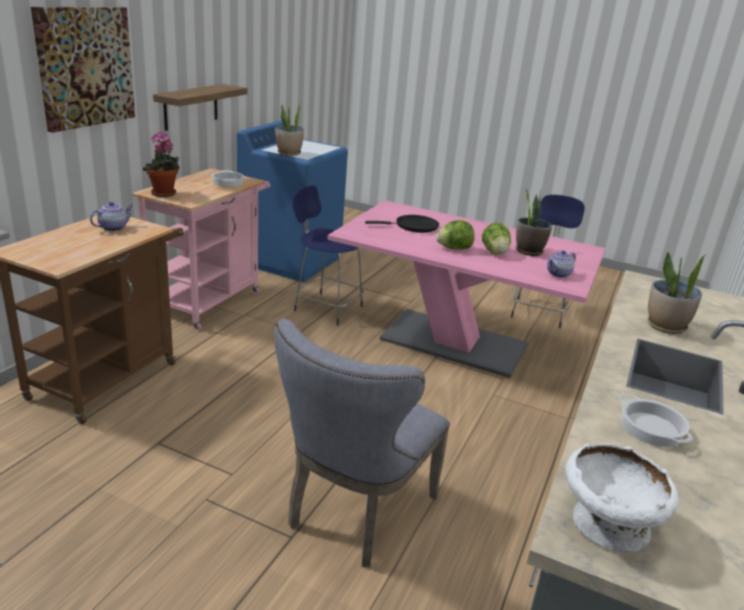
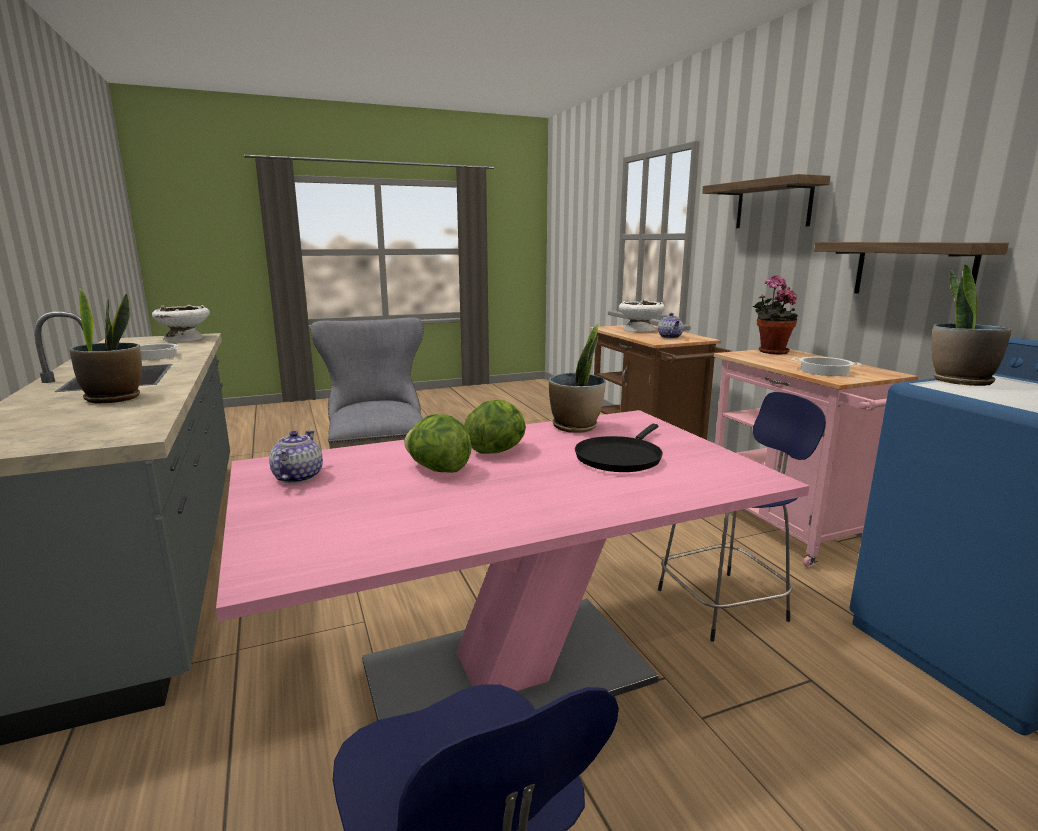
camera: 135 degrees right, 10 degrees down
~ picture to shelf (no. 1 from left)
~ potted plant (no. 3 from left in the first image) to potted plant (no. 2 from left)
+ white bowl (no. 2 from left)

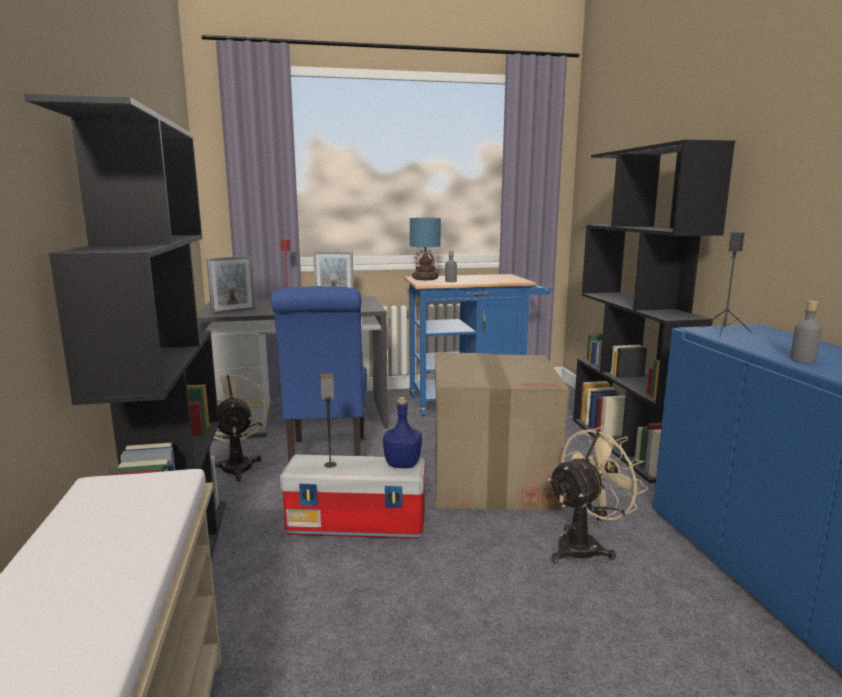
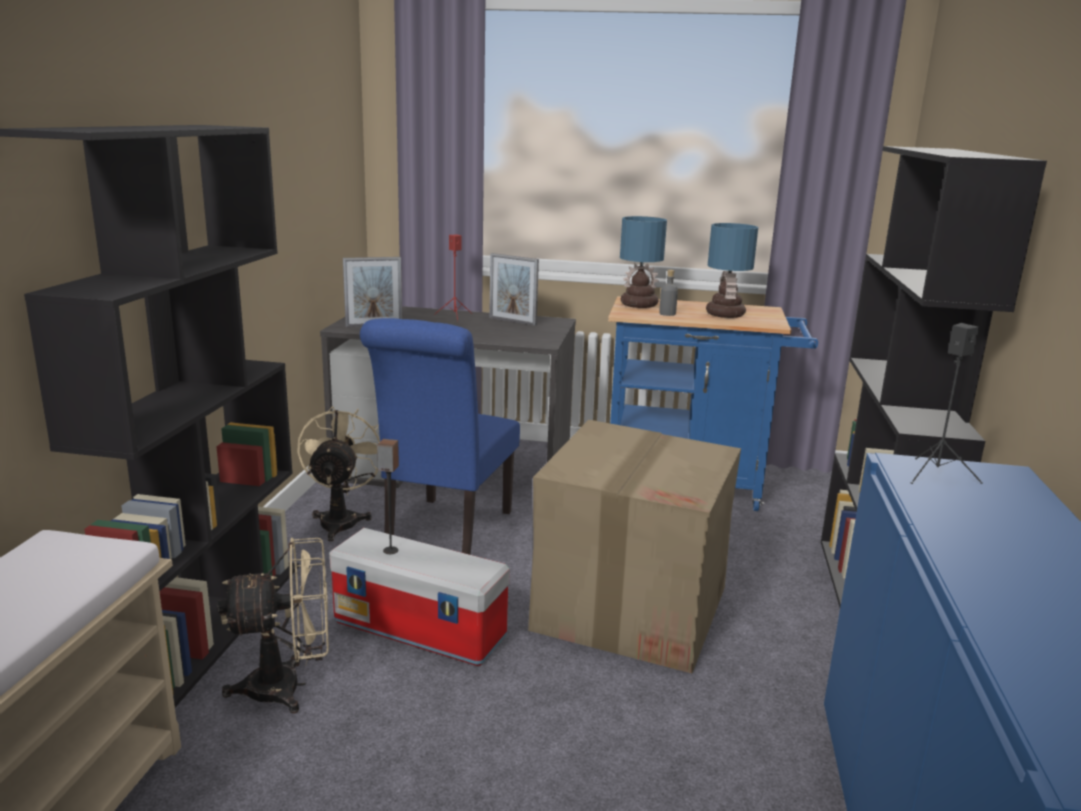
camera: 20 degrees right, 5 degrees up
- blue bottle
~ beige fan (no. 2 from left in the first image) to beige fan (no. 1 from left)
- grey bottle (no. 2 from left)
+ table lamp (no. 2 from left)

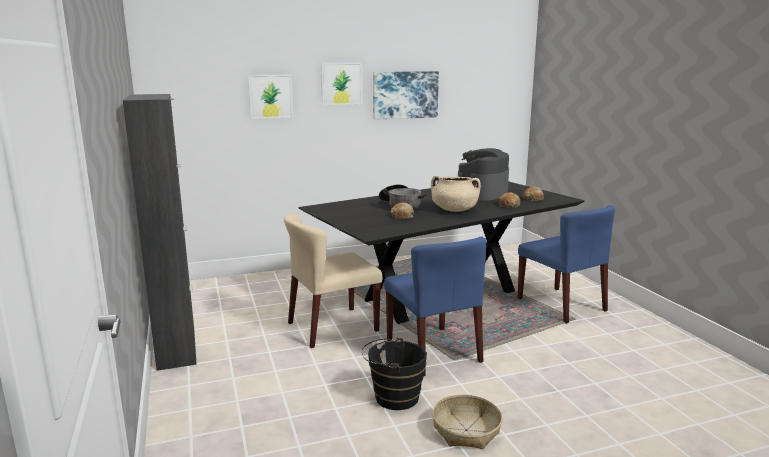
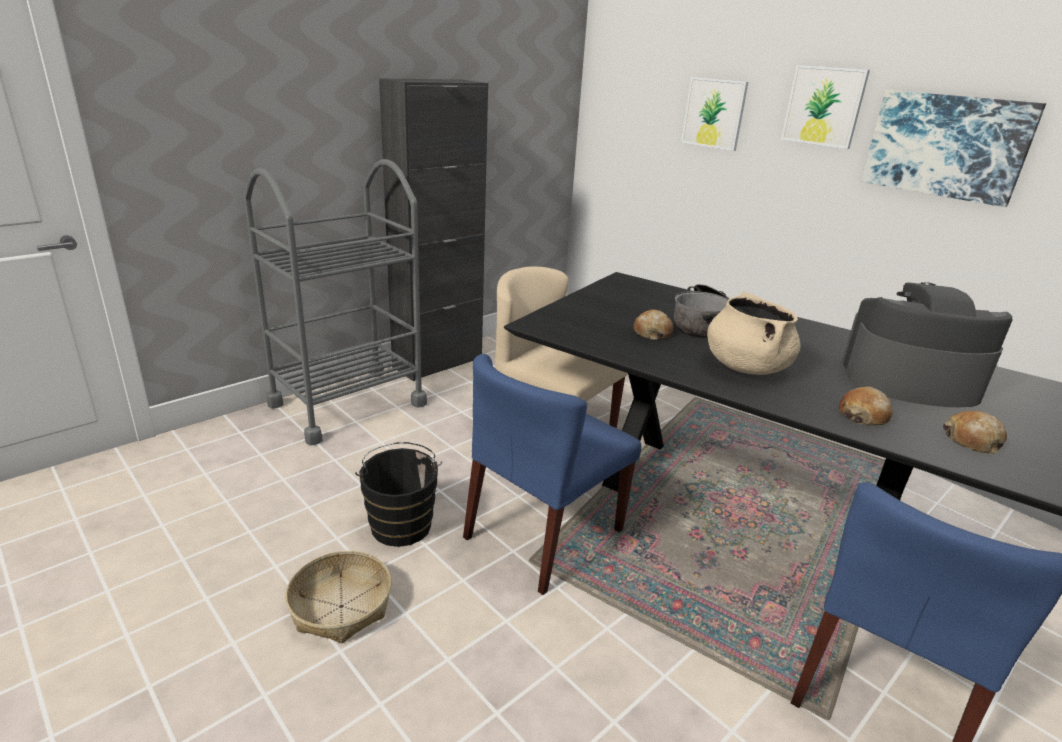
camera: 65 degrees right, 10 degrees up
+ grey cart

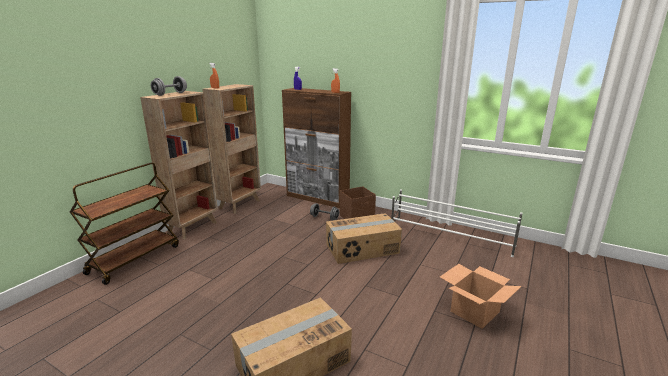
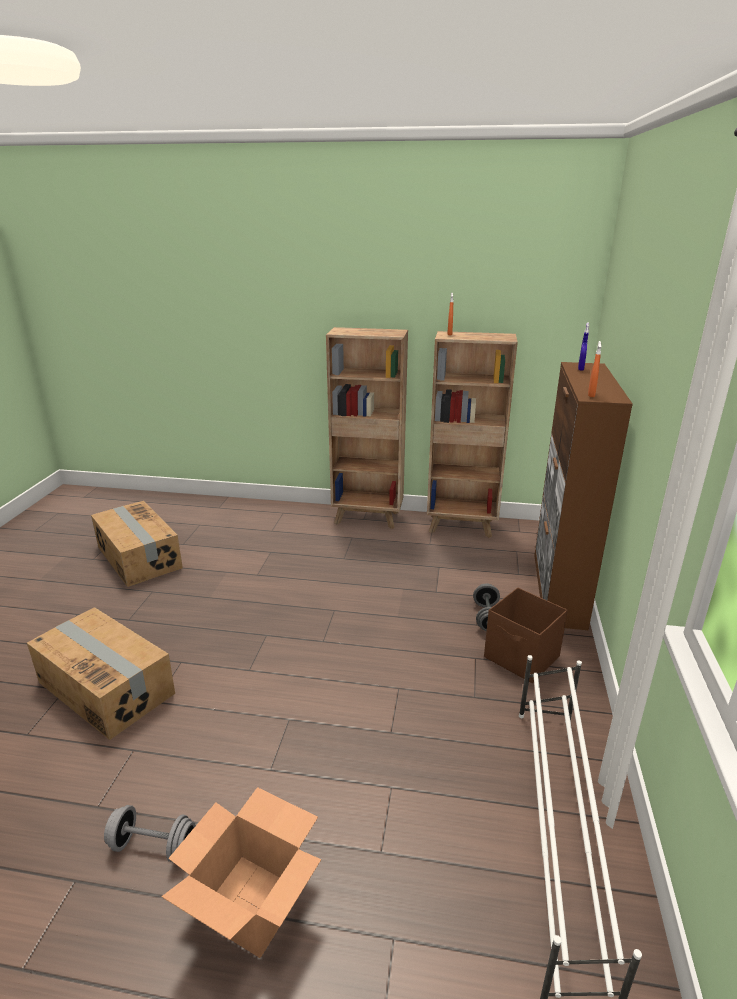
camera: 70 degrees right, 5 degrees up
- brown cart
~ grey dumbbell (no. 1 from left)
~ cardboard box (no. 2 from left)

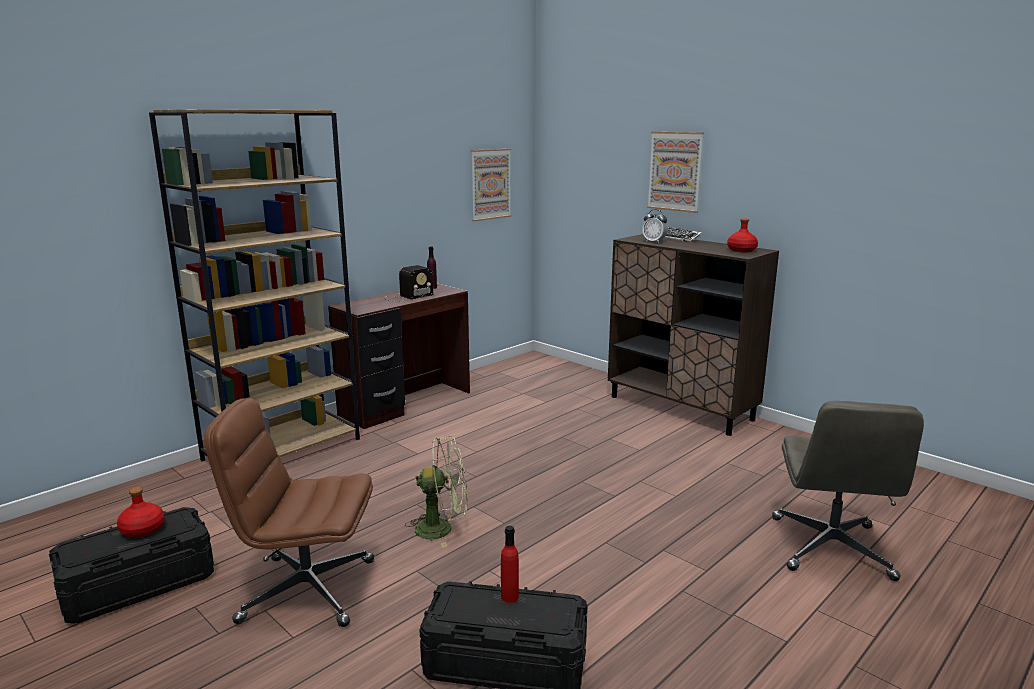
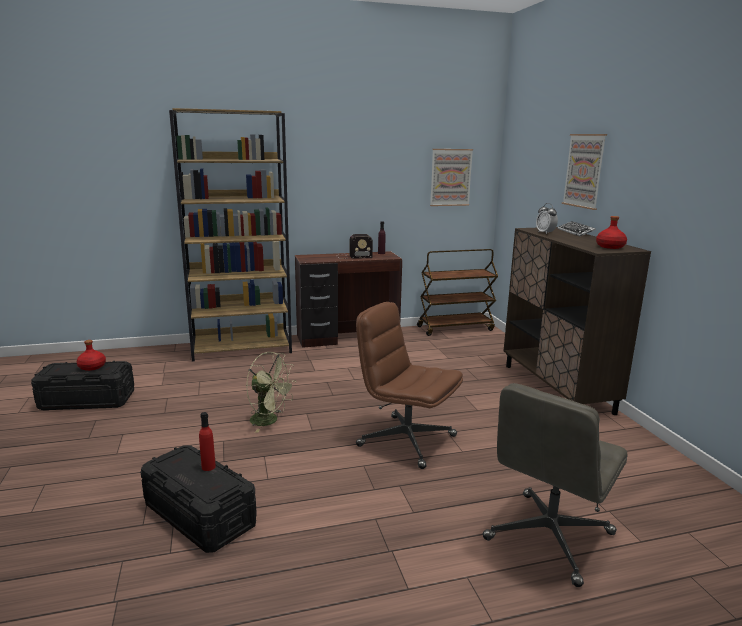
camera: 30 degrees right, 0 degrees up
~ brown office chair
+ brown cart

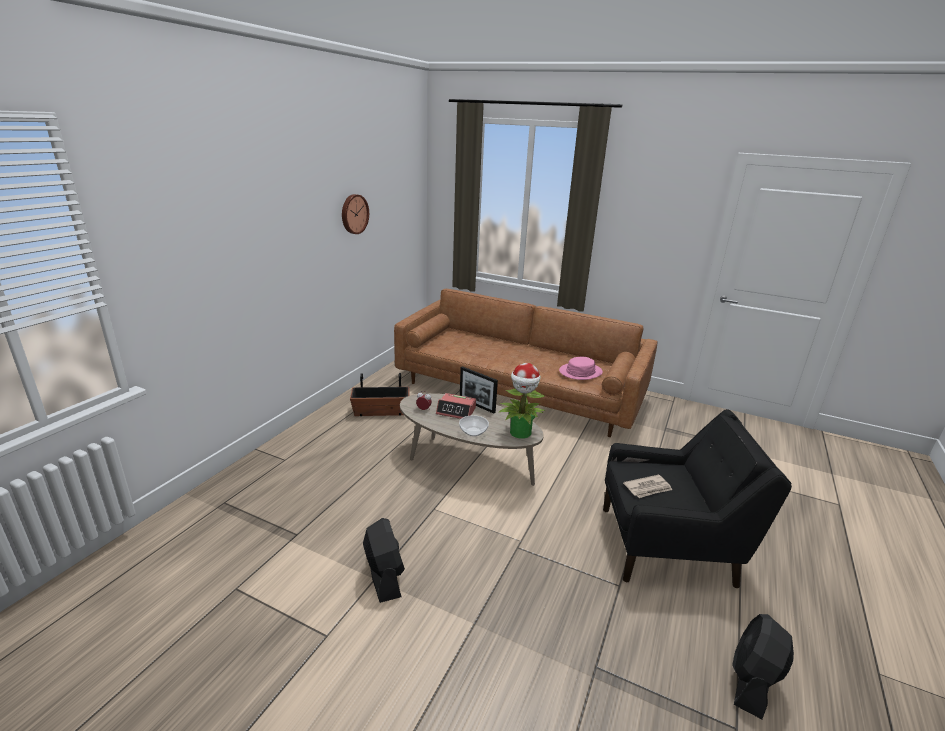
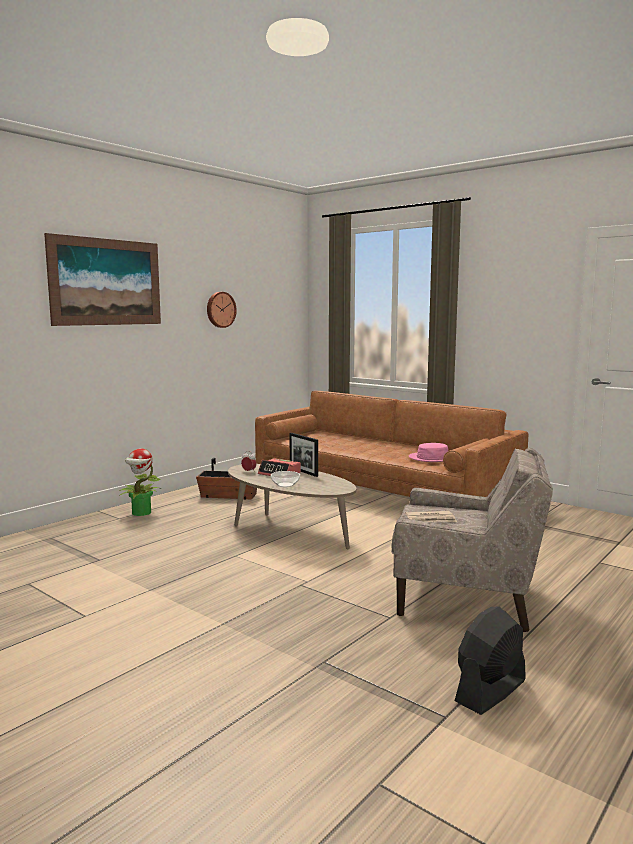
camera: 15 degrees right, 15 degrees down
- black fan (no. 1 from left)
~ potted plant
~ black armchair to beige armchair
+ picture

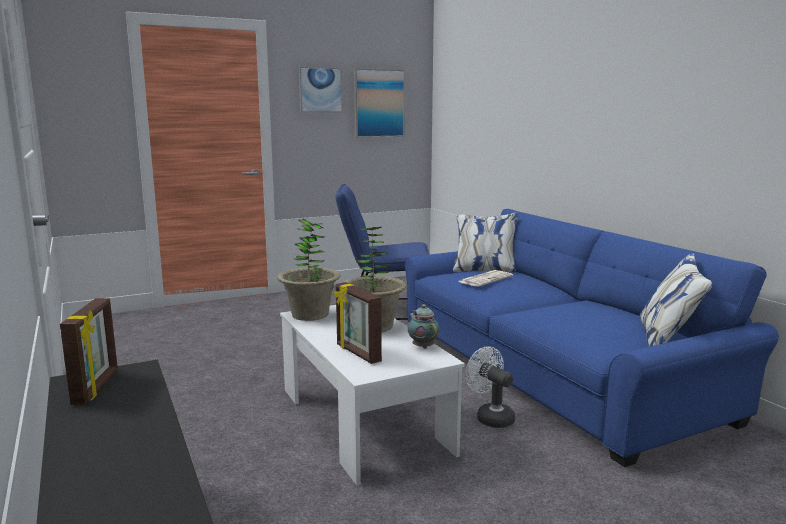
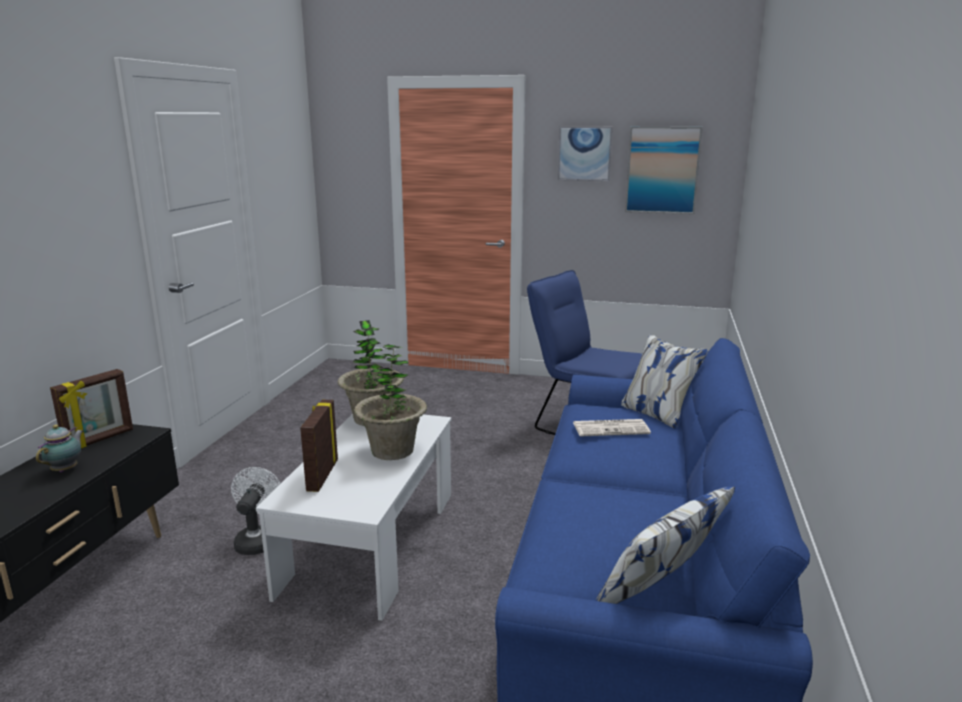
camera: 40 degrees right, 5 degrees up
~ teapot
~ white fan

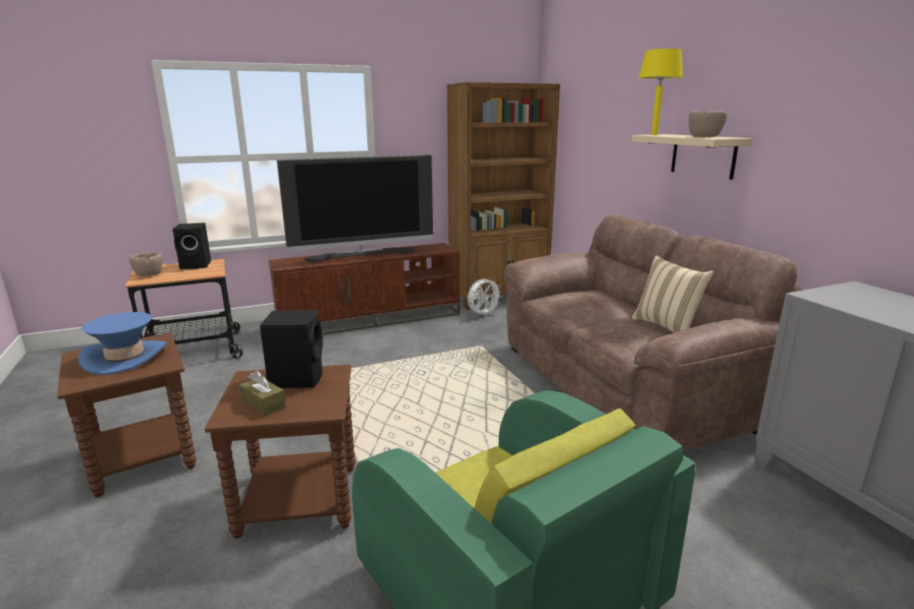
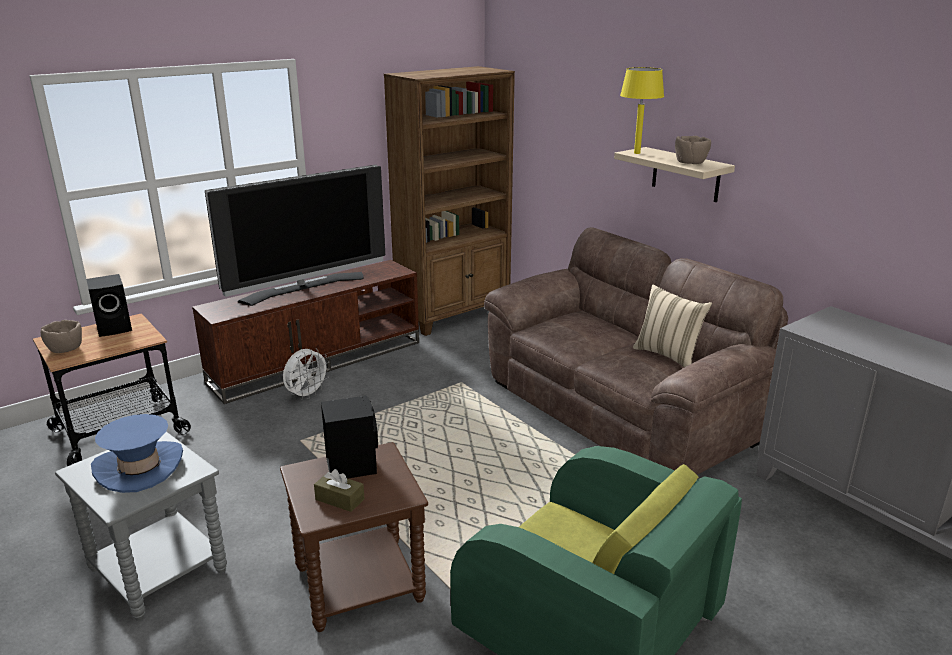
camera: 15 degrees left, 5 degrees up
~ brown side table (no. 1 from left) to grey side table
~ white fan

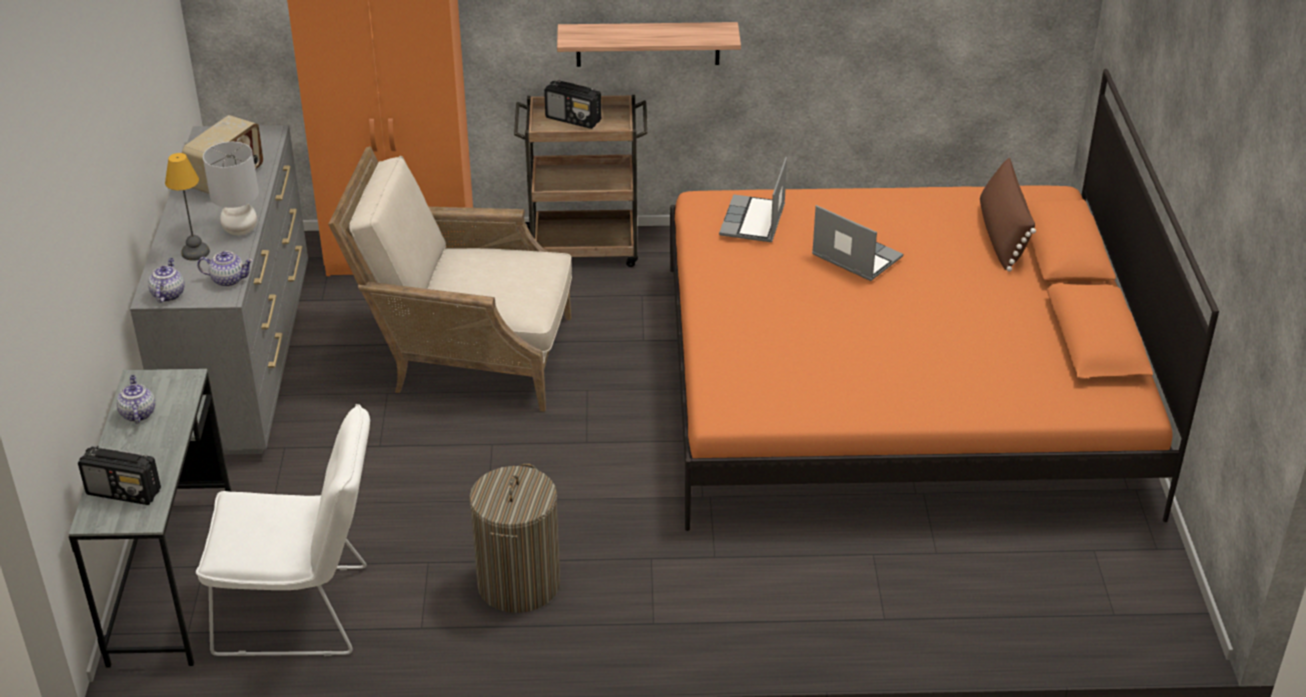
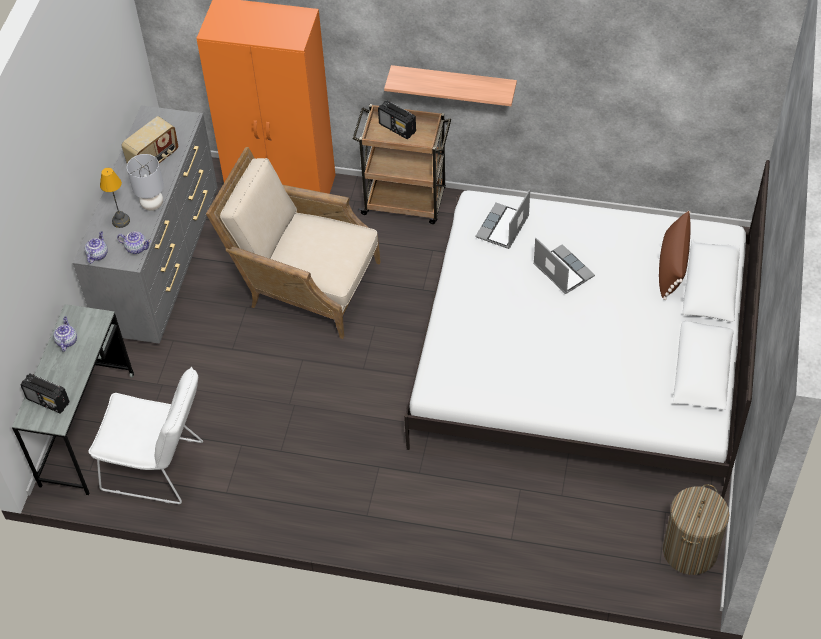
camera: 15 degrees right, 15 degrees up
~ laundry basket
~ orange bed to white bed

